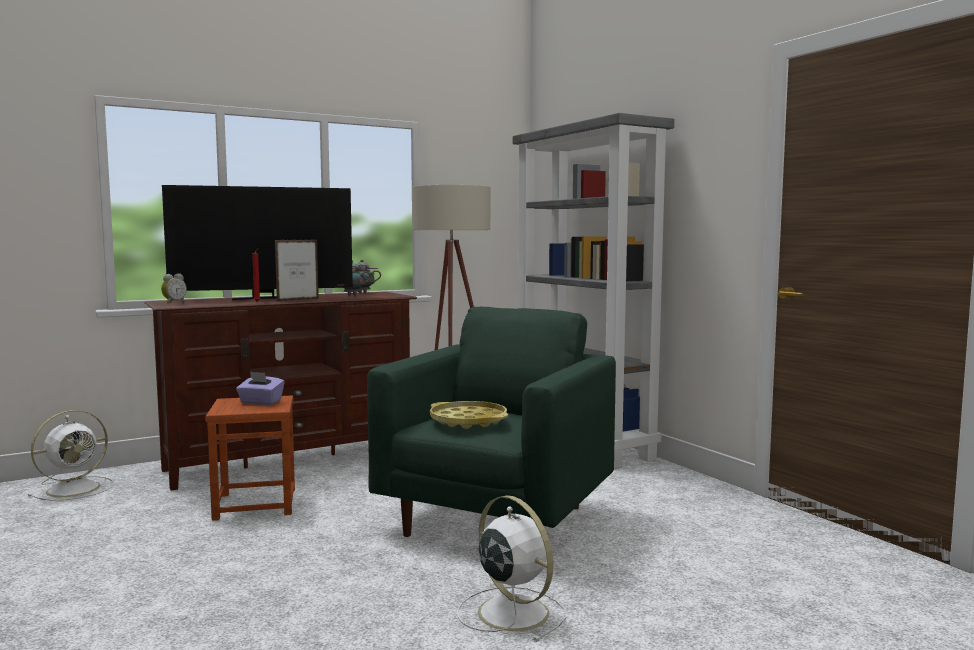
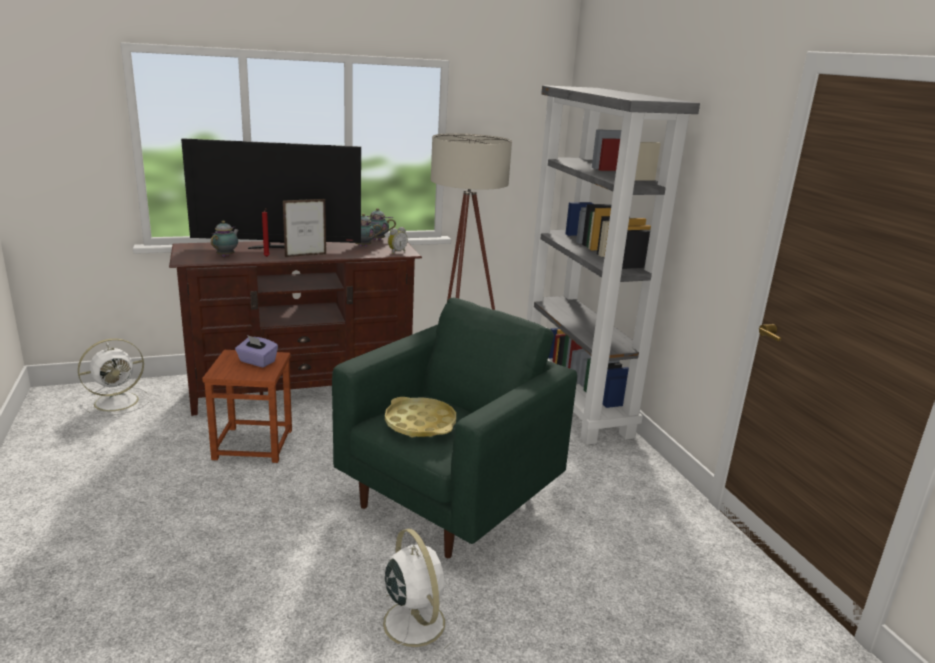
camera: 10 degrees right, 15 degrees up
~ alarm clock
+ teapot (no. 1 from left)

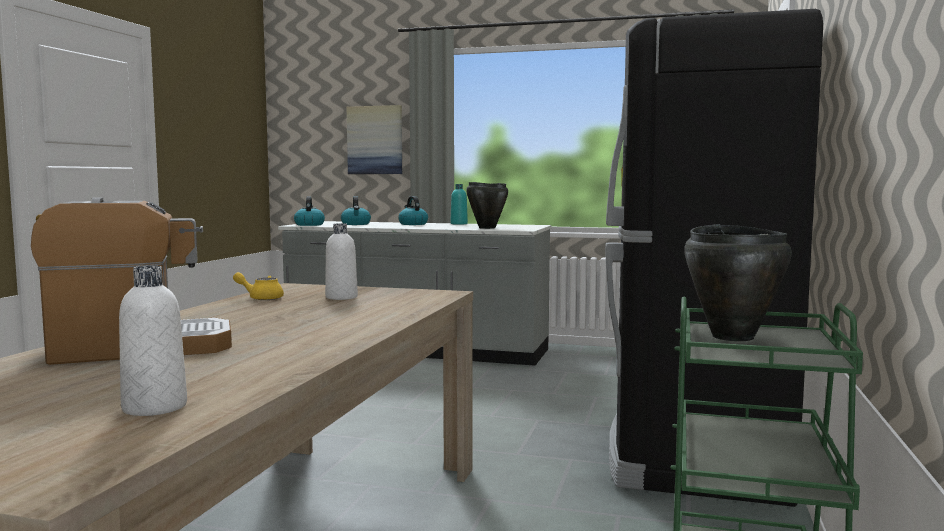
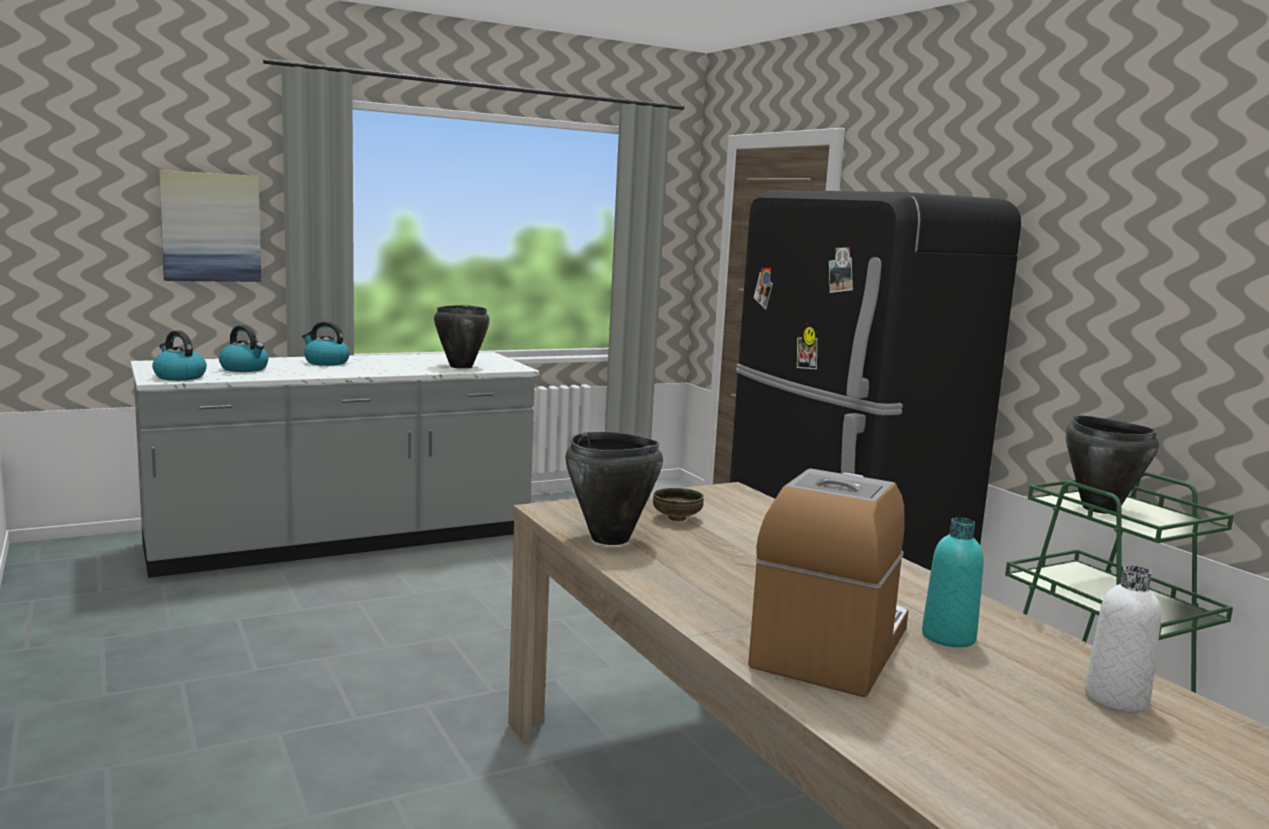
camera: 45 degrees left, 5 degrees up
~ yellow teapot to black cooking pot (no. 2 from left)
~ white bottle (no. 2 from left) to bowl
~ turquoise bottle

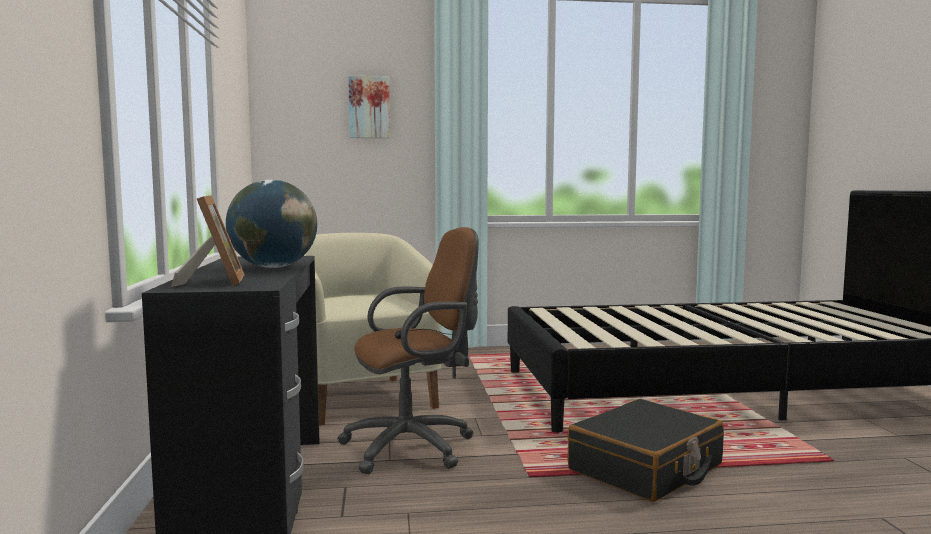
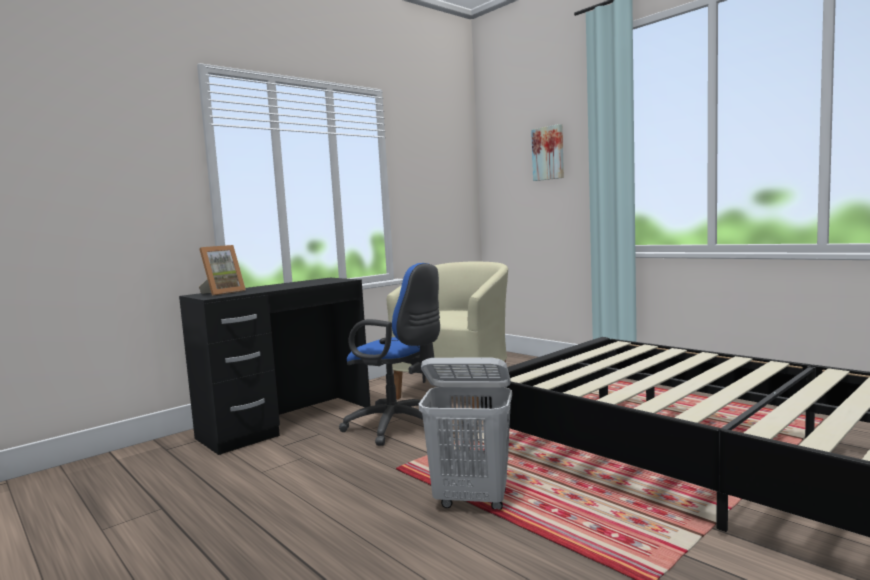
camera: 55 degrees right, 0 degrees up
- globe
~ brown office chair to blue office chair
~ black suitcase to white laundry basket

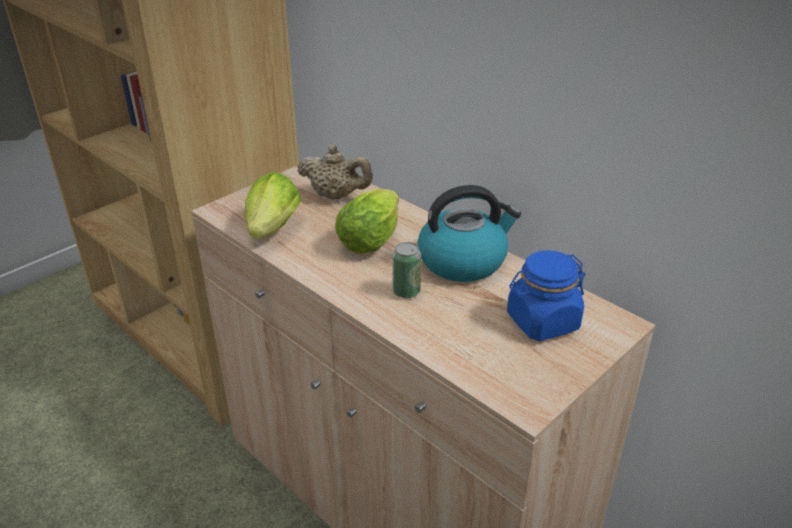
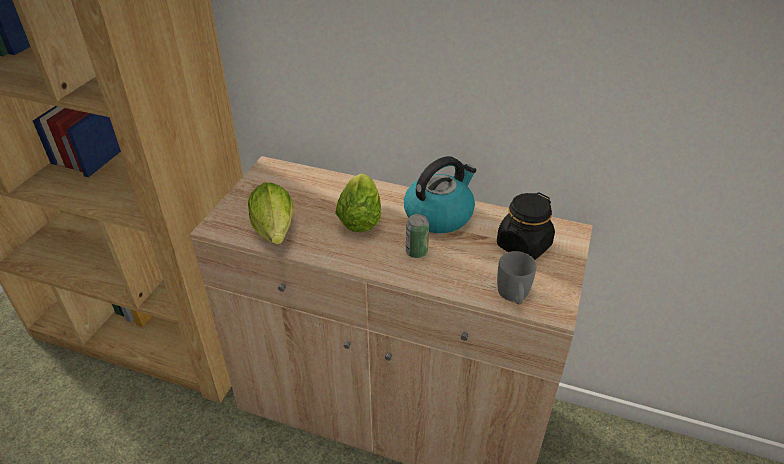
camera: 25 degrees left, 5 degrees up
- beige teapot
~ blue jar to black jar
+ grey mug

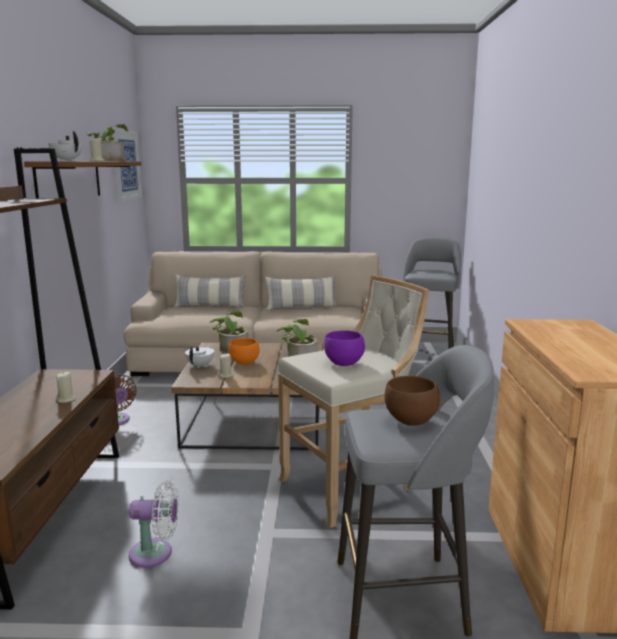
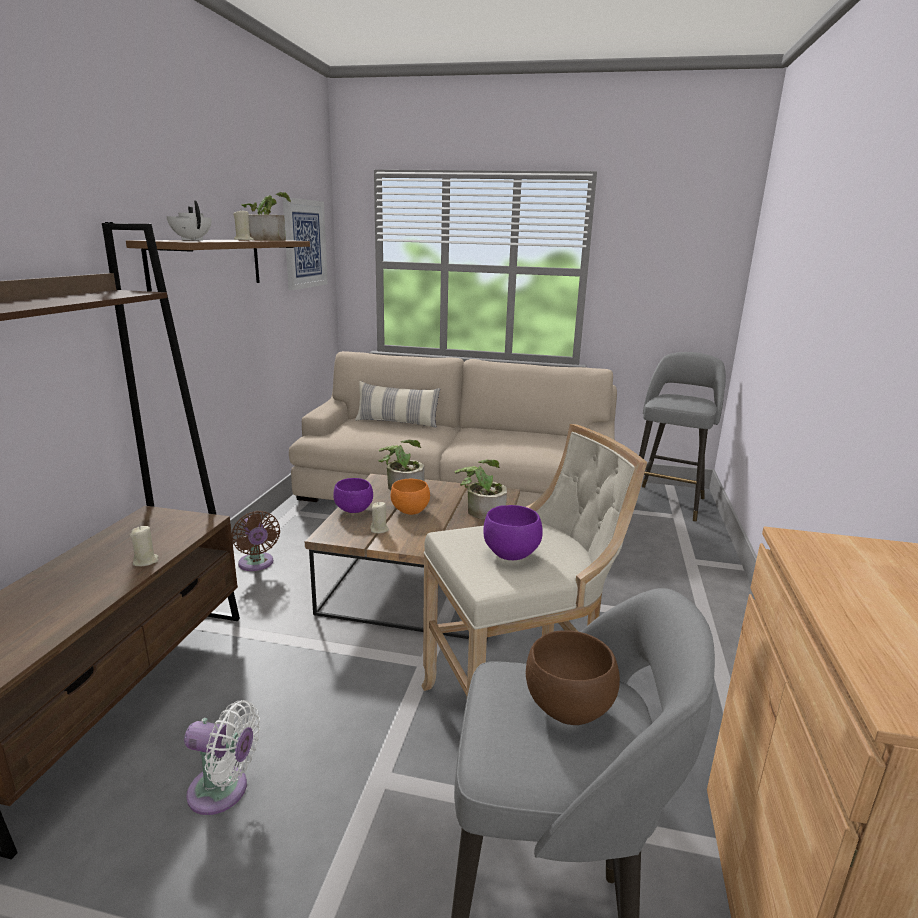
camera: 10 degrees right, 5 degrees up
~ white teapot (no. 2 from left) to purple bowl (no. 1 from left)
- pillow (no. 2 from left)

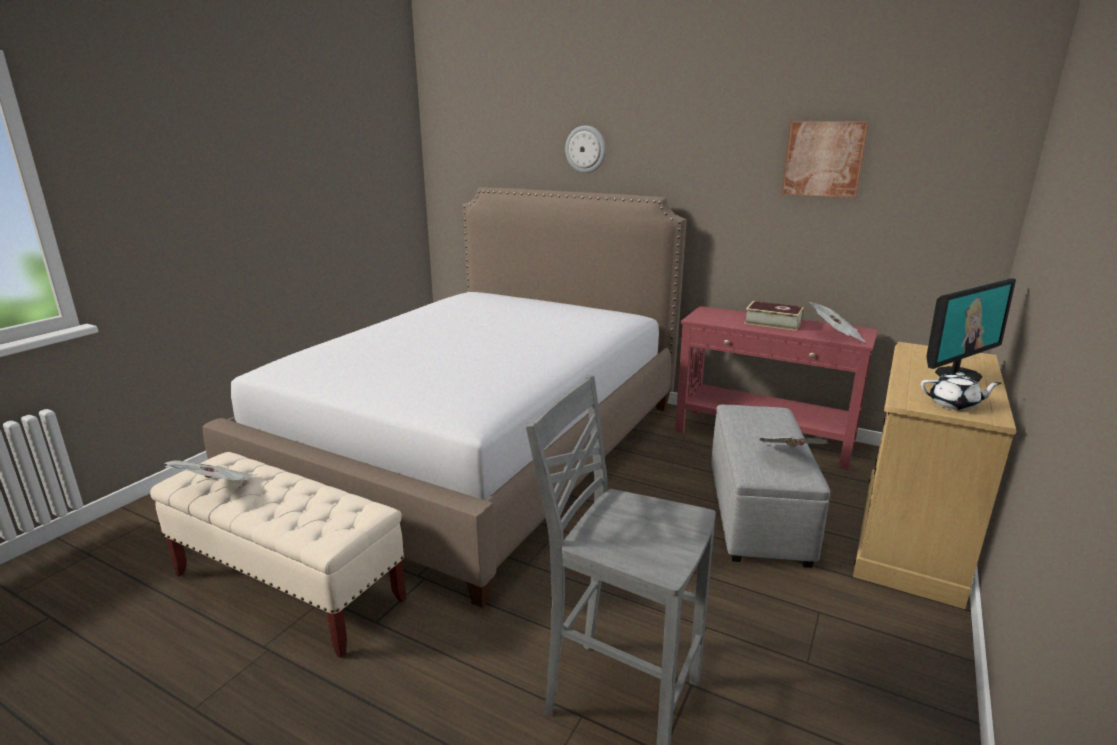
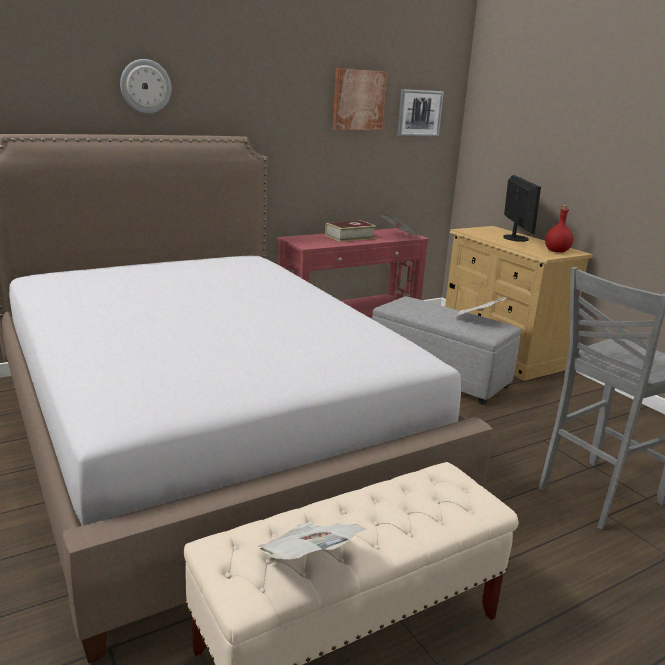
camera: 60 degrees left, 0 degrees up
~ white teapot to red bottle
+ picture (no. 2 from left)

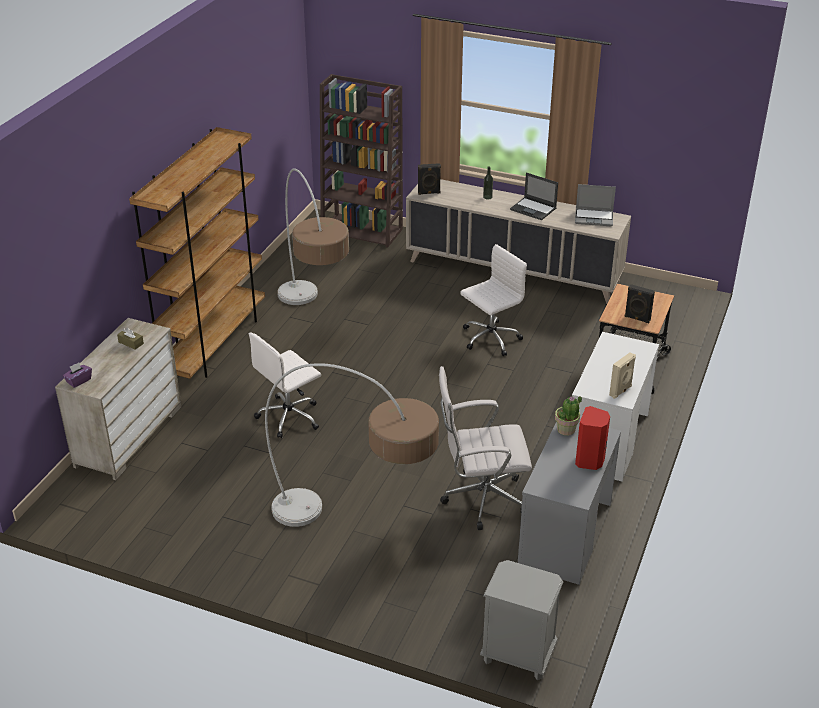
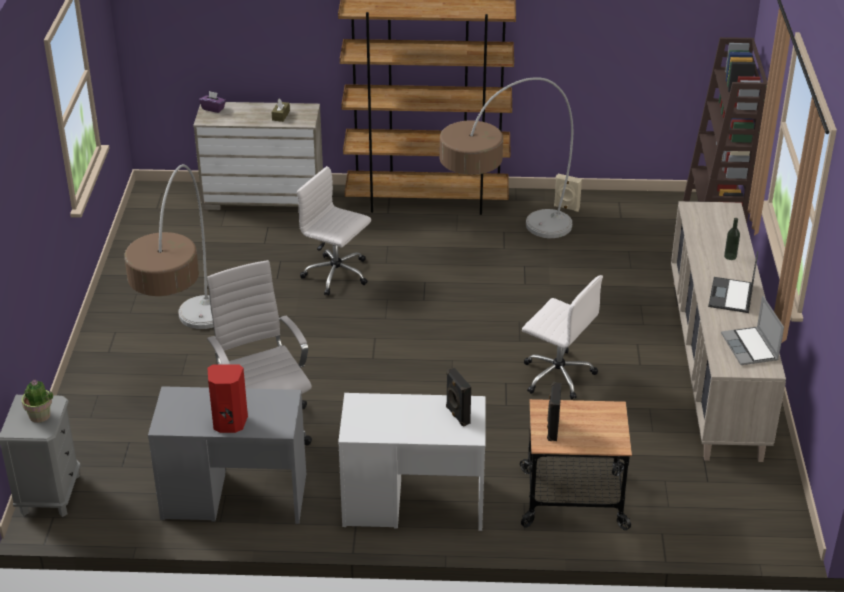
camera: 70 degrees right, 0 degrees up
~ black speaker (no. 1 from left)
~ potted plant
~ beige speaker

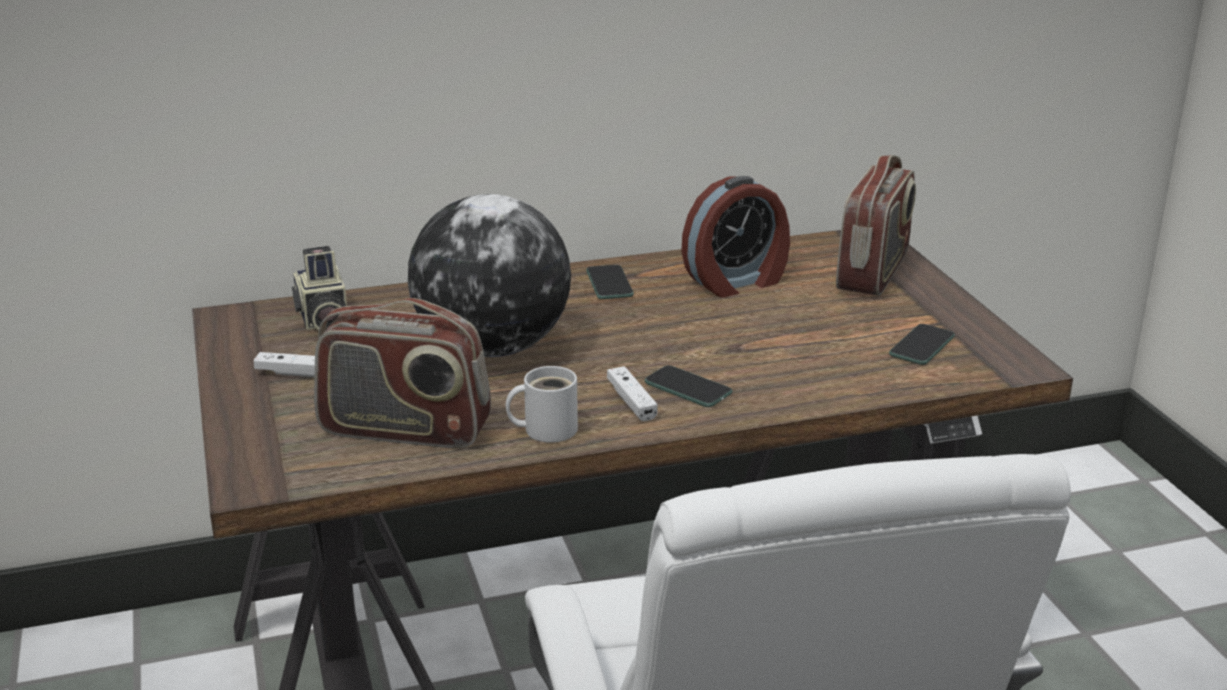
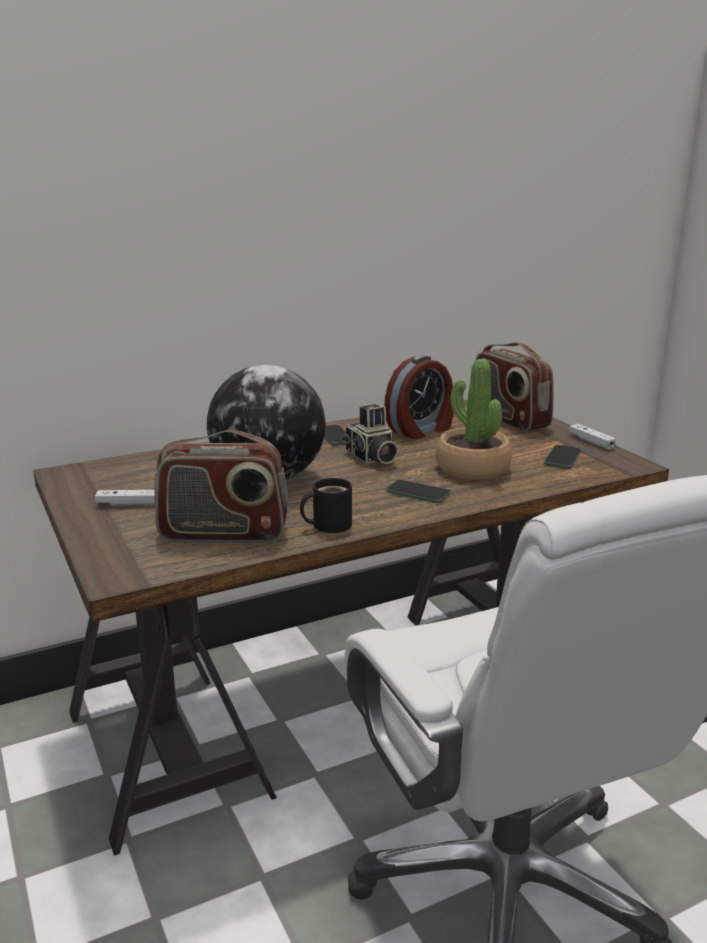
camera: 10 degrees left, 5 degrees down
~ photo camera
~ white mug to black mug
~ white game controller (no. 2 from left)
~ radio (no. 2 from left) 135 degrees clockwise
+ potted plant

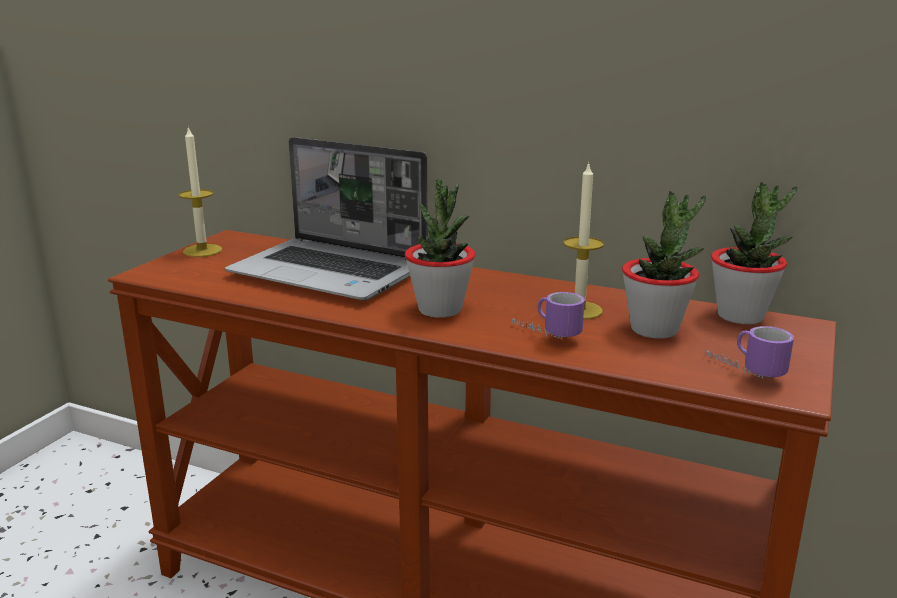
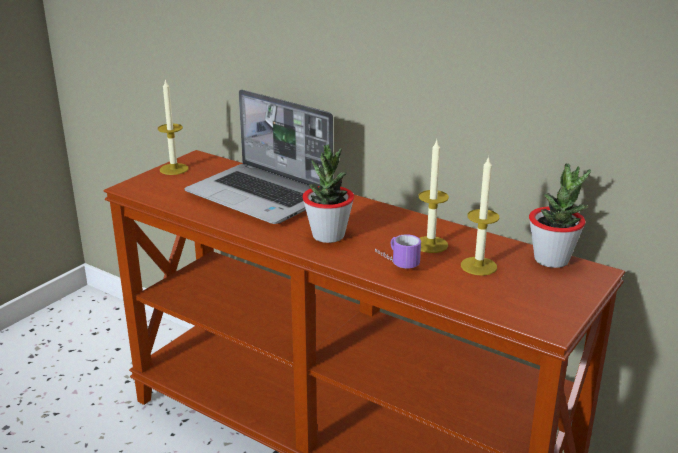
camera: 10 degrees right, 5 degrees up
~ potted plant (no. 2 from left) to candle (no. 3 from left)
- mug (no. 2 from left)

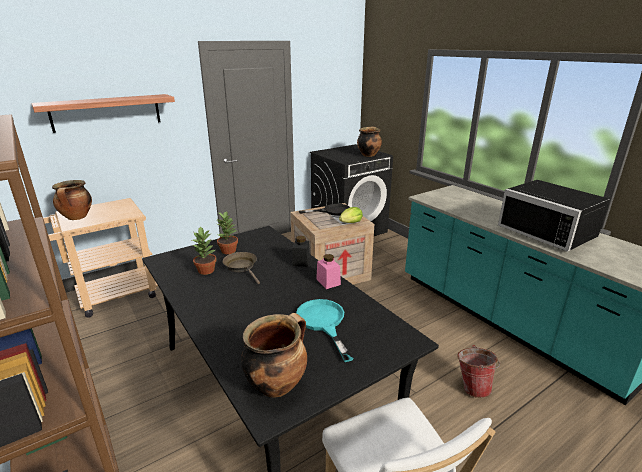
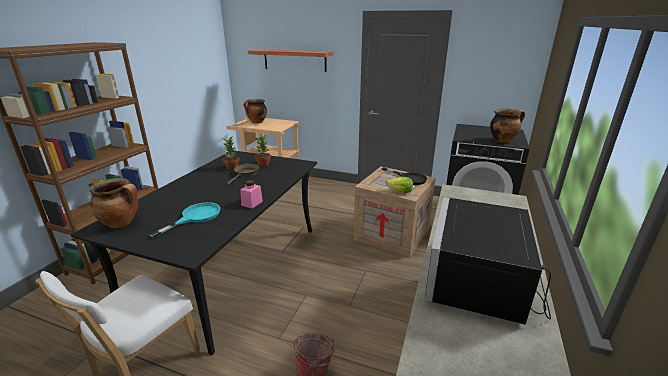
camera: 55 degrees right, 0 degrees up
- black jar

